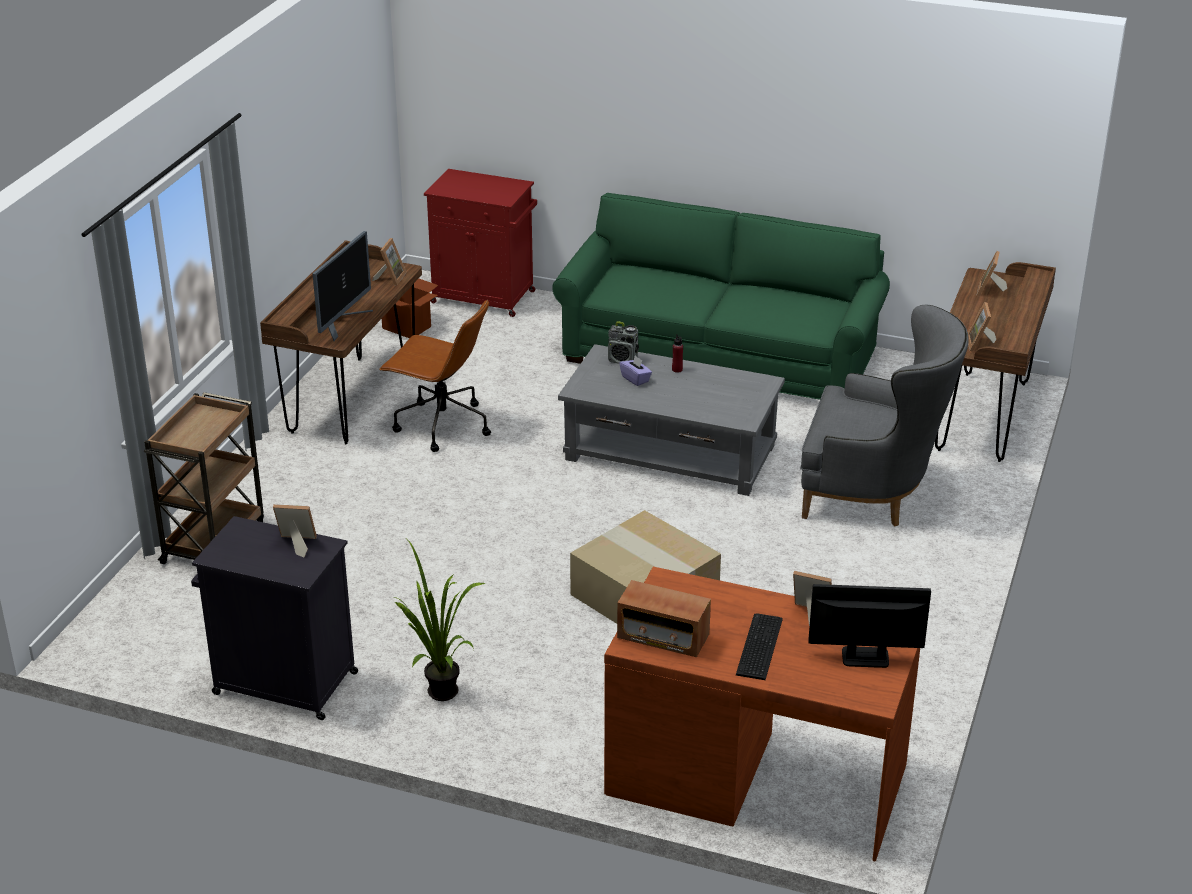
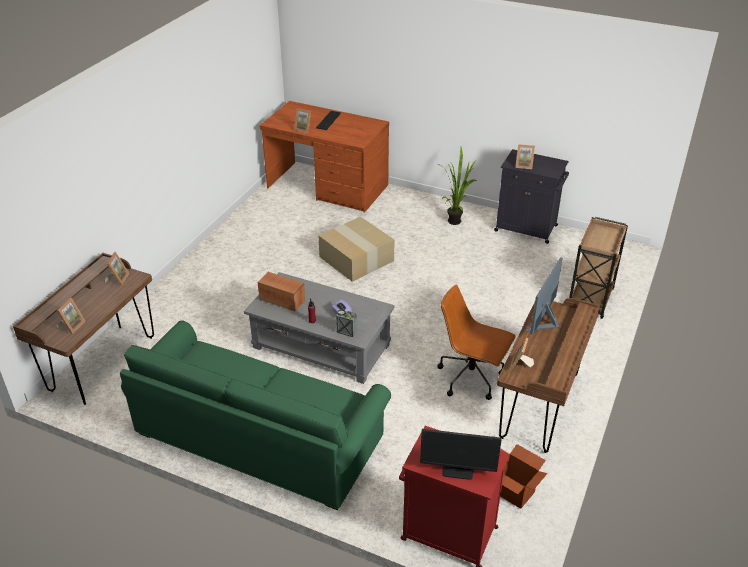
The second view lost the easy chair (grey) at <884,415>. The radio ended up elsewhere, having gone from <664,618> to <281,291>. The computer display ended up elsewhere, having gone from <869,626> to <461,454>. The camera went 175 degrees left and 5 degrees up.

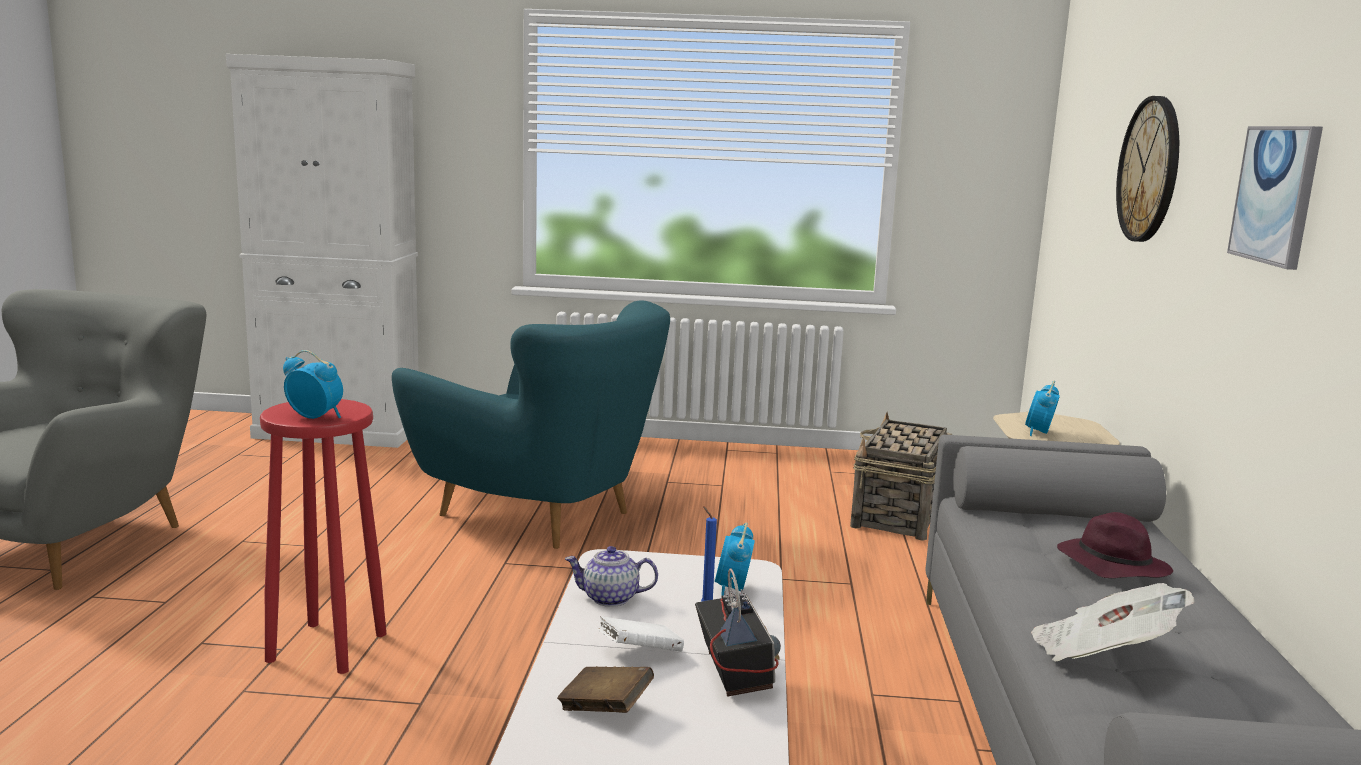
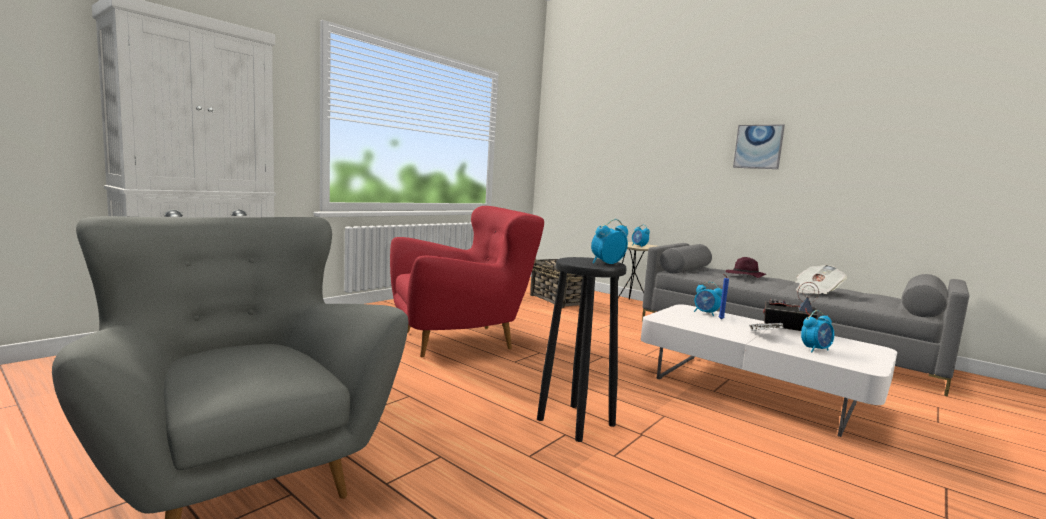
The second view lost the tea pot at <611,576>. The second view lost the wall clock at <1147,169>. Where the bound book (brown-coloured) stood at <605,689>, the alarm clock came to stand at <817,331>. What was the sitting stool (red) at <323,536> turned into the sitting stool (blackish) at <582,349>. What was the easy chair (blue-green) at <531,424> turned into the easy chair (red) at <467,281>. The camera went 55 degrees left and 5 degrees down.

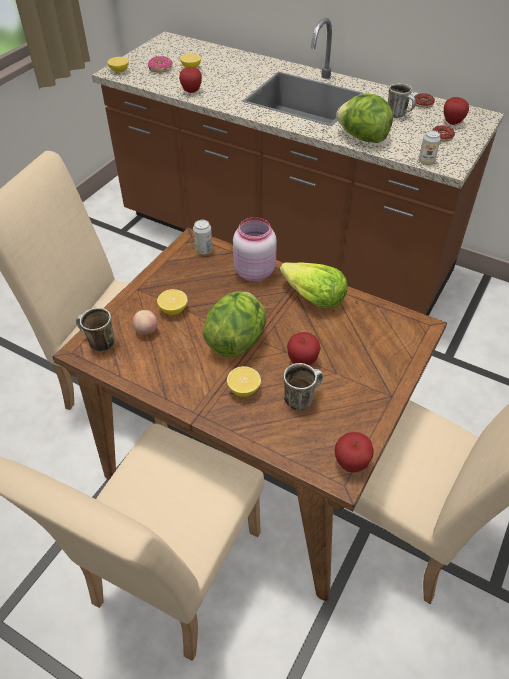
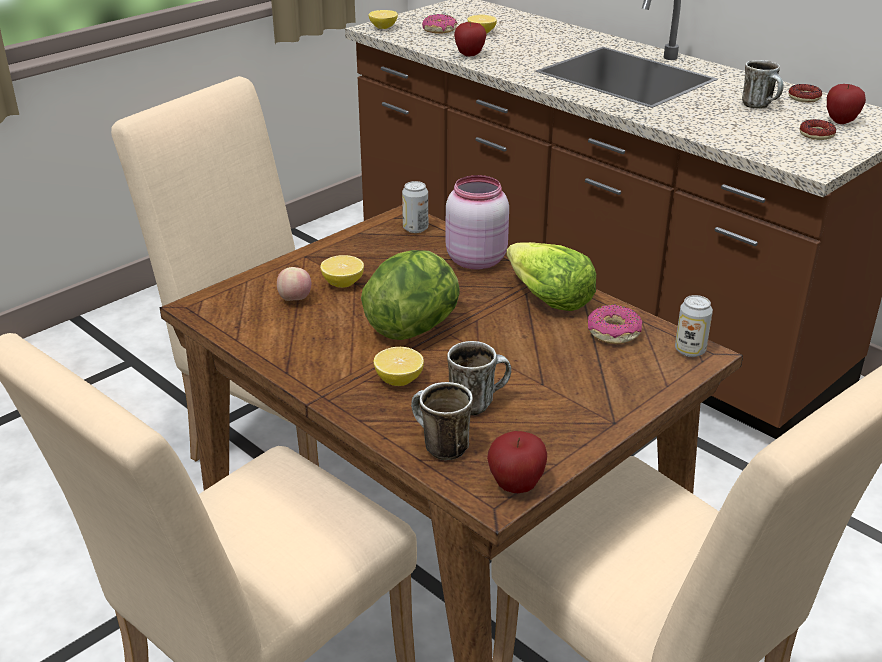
The second view lost the apple fruit at <304,349>. The second view lost the lettuce head at <364,118>. The second view gained the ring doughnut at <615,324>. The coffee mug ended up elsewhere, having gone from <95,330> to <442,421>. The can ended up elsewhere, having gone from <430,147> to <694,326>. The camera went 15 degrees right and 15 degrees down.

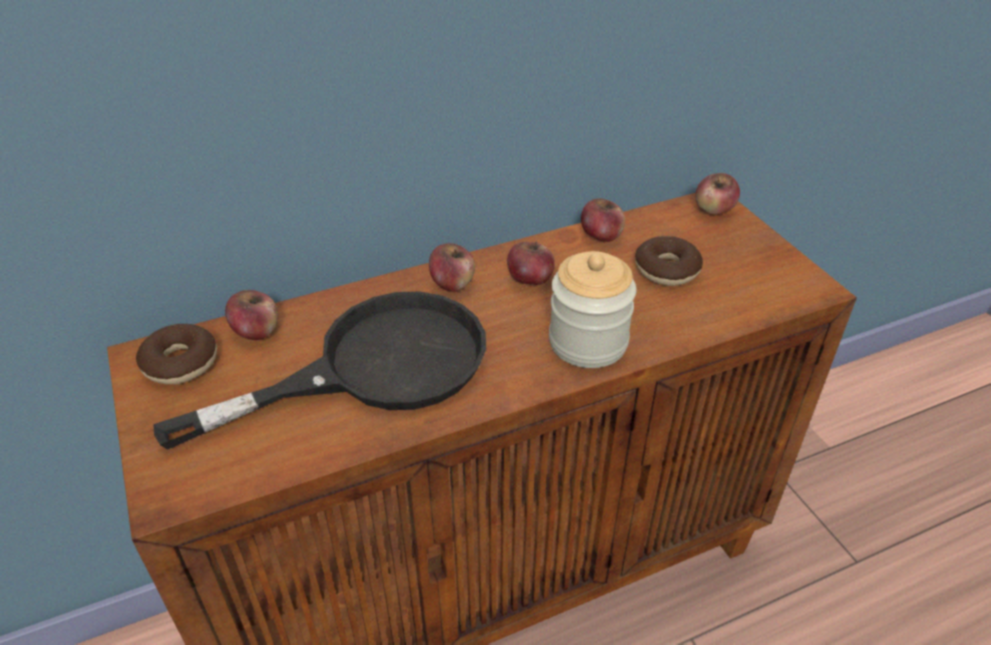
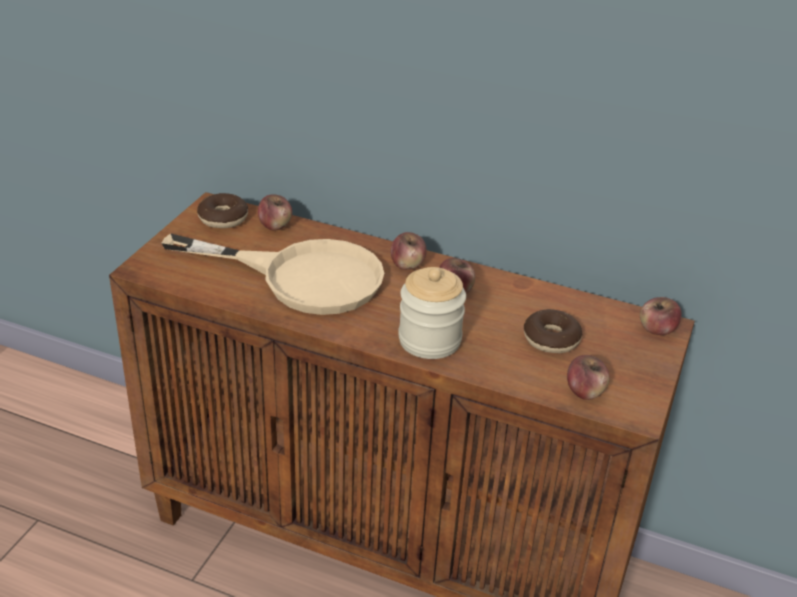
The apple fruit ended up elsewhere, having gone from <603,220> to <588,377>. What was the skillet (blackish) at <319,371> turned into the skillet (sand-coloured) at <272,274>. The camera went 45 degrees right and 5 degrees down.

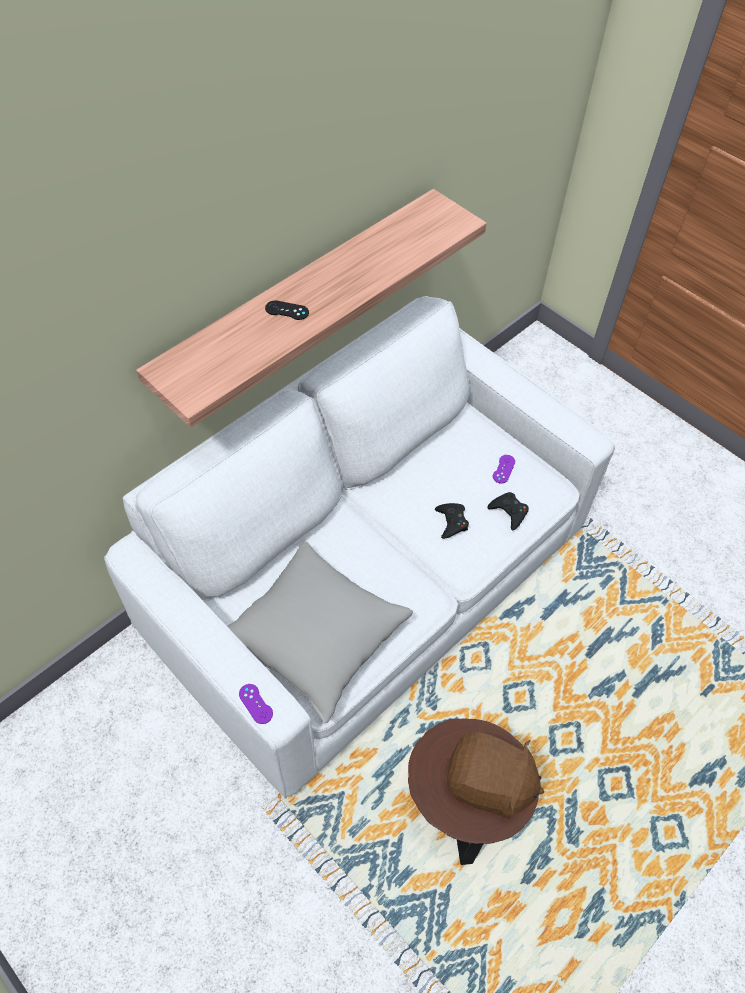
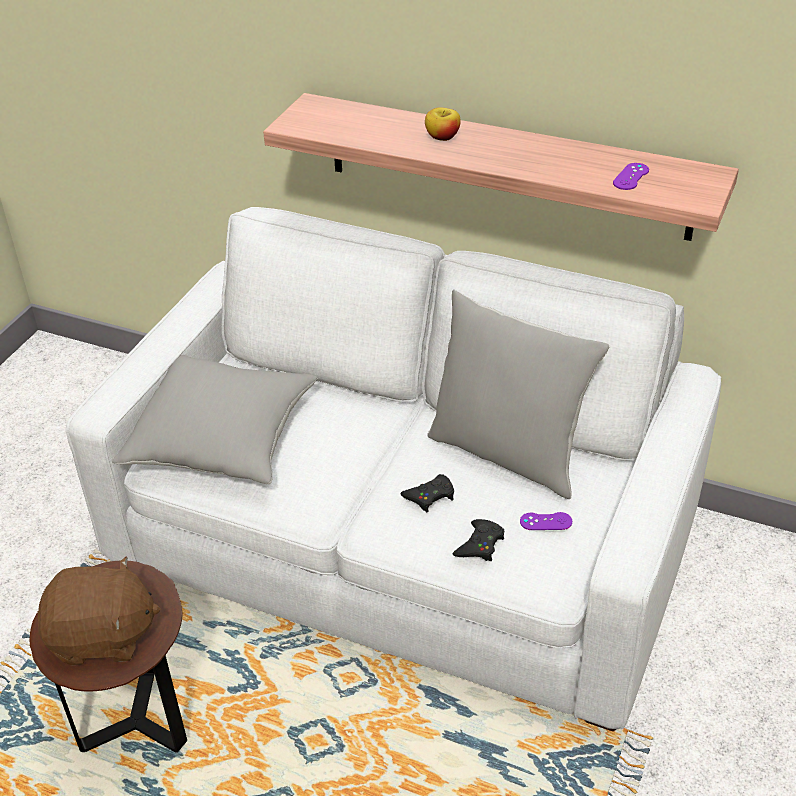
The second view gained the throw pillow (grey) at <518,394>. The game controller (purple-coloured) ended up elsewhere, having gone from <256,704> to <631,176>. Where the game controller (blackish) stood at <287,310>, the apple fruit came to stand at <443,124>. The soft toy (brown-coloured) at <495,775> ended up facing another way, 90 degrees counterclockwise from before. The camera went 70 degrees right and 15 degrees down.

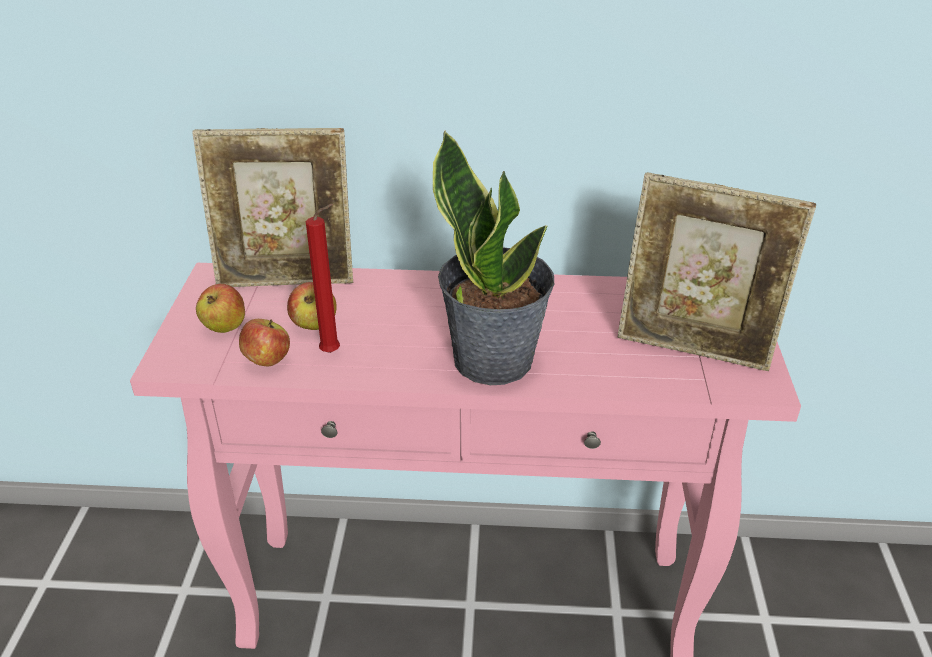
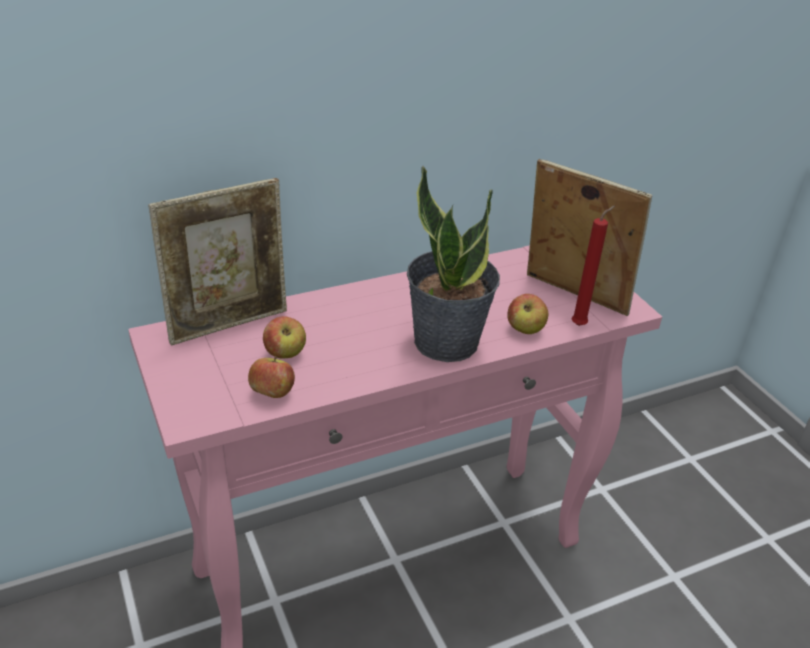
The apple fruit ended up elsewhere, having gone from <220,308> to <527,314>. The wax light (red) ended up elsewhere, having gone from <323,278> to <593,265>. The photo frame at <716,271> ended up facing another way, 135 degrees counterclockwise from before. The camera went 30 degrees left and 0 degrees up.

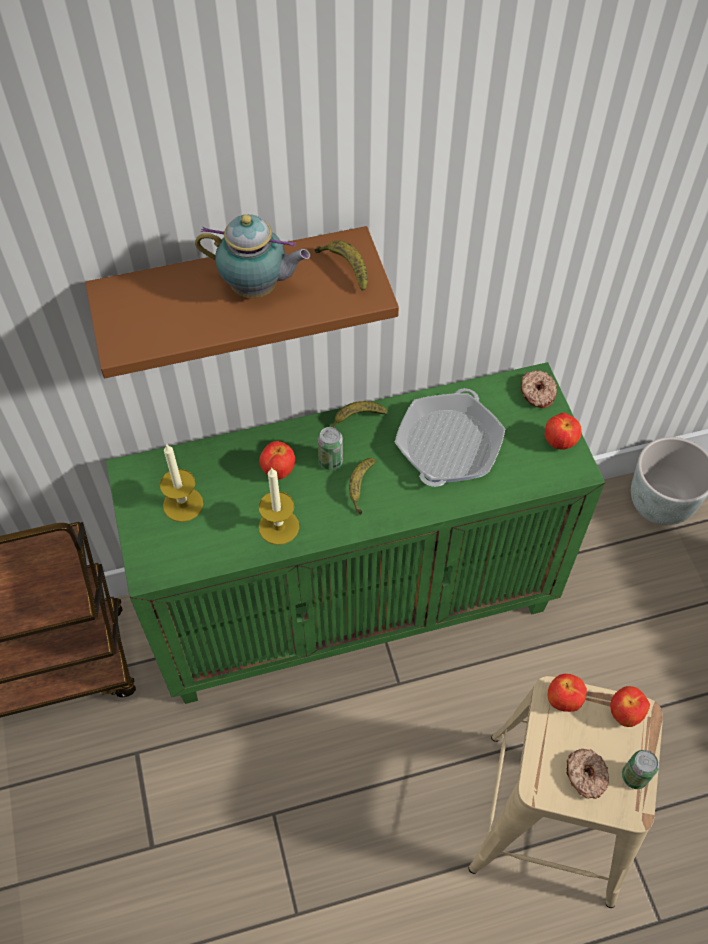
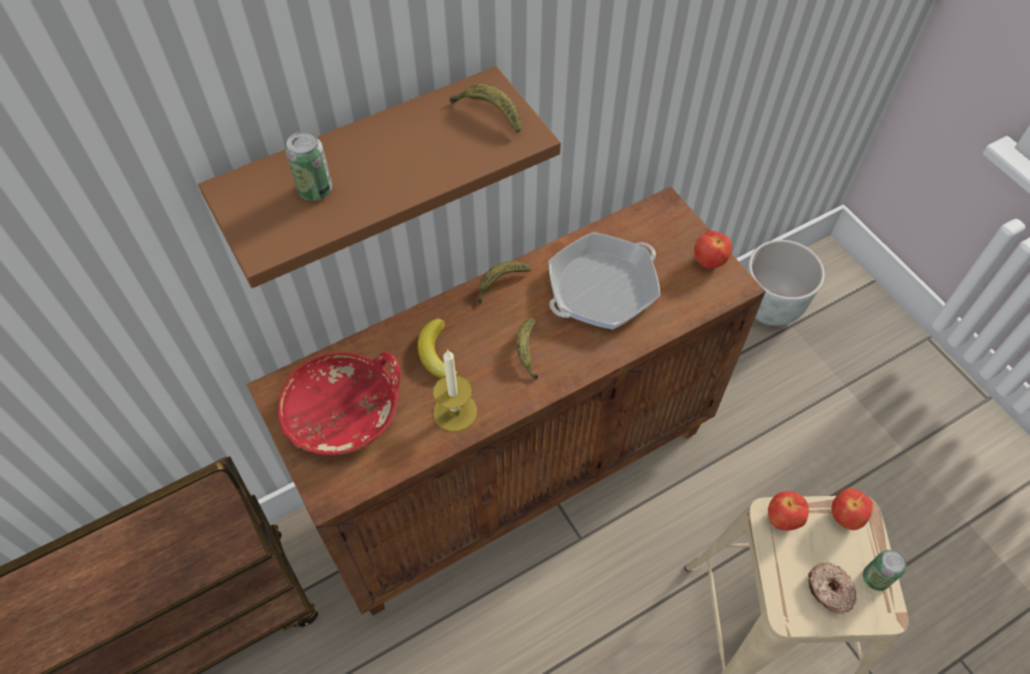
The second view lost the tea pot at <252,256>. The second view lost the ring doughnut at <538,389>. The can ended up elsewhere, having gone from <330,448> to <308,166>. Where the wax light stood at <181,483>, the bowl (red) came to stand at <339,404>. Where the apple fruit stood at <277,460>, the whole banana came to stand at <438,348>. What was the cabinet (green) at <355,533> turned into the cabinet (brown-coloured) at <506,401>. The skillet at <450,437> ended up facing another way, 135 degrees counterclockwise from before. The camera went 15 degrees left and 0 degrees up.

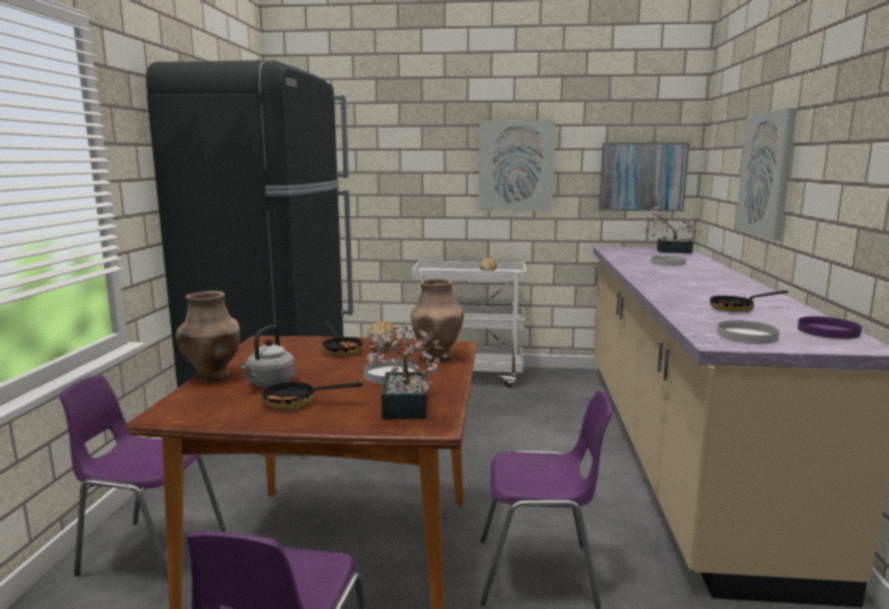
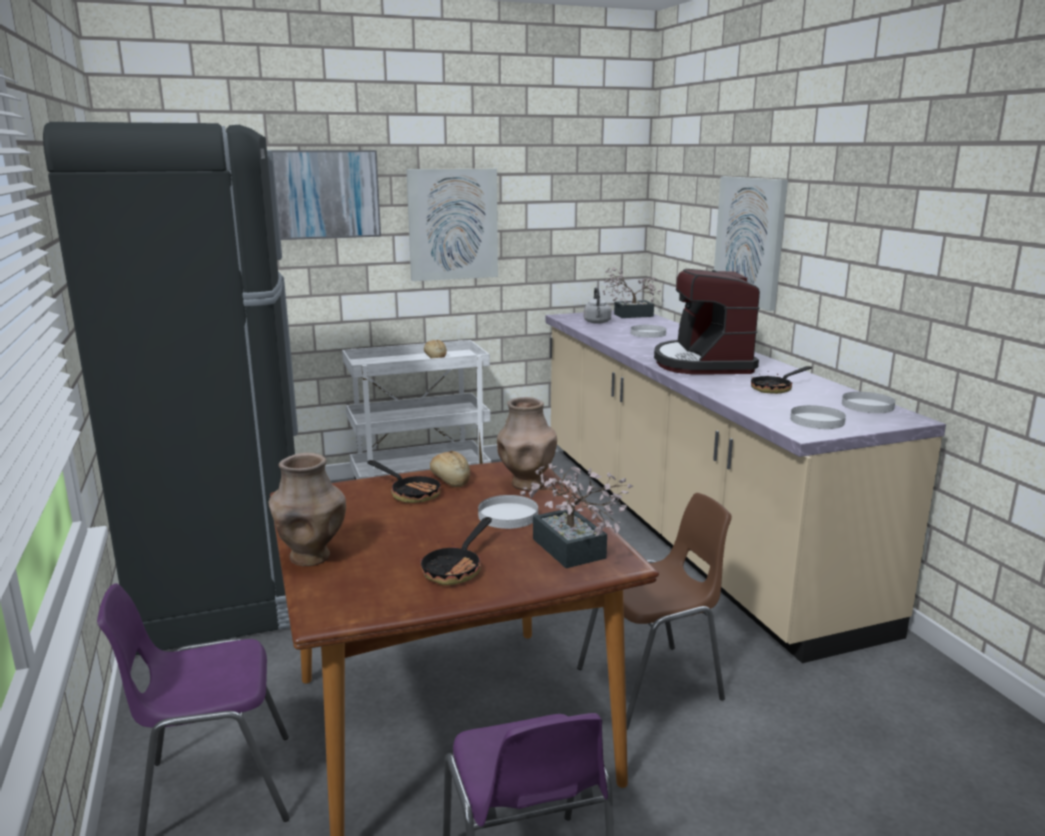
The second view gained the coffee brewer at <707,321>. The water kettle (grey) ended up elsewhere, having gone from <267,356> to <597,305>. The wall art ended up elsewhere, having gone from <644,177> to <326,195>. What was the plain chair (purple-coloured) at <546,499> turned into the plain chair (brown-coloured) at <654,611>. What was the flat dish (purple-coloured) at <830,327> turned into the flat dish (white-coloured) at <868,402>. The skillet at <311,390> ended up facing another way, 45 degrees counterclockwise from before. The camera went 25 degrees left and 5 degrees up.

